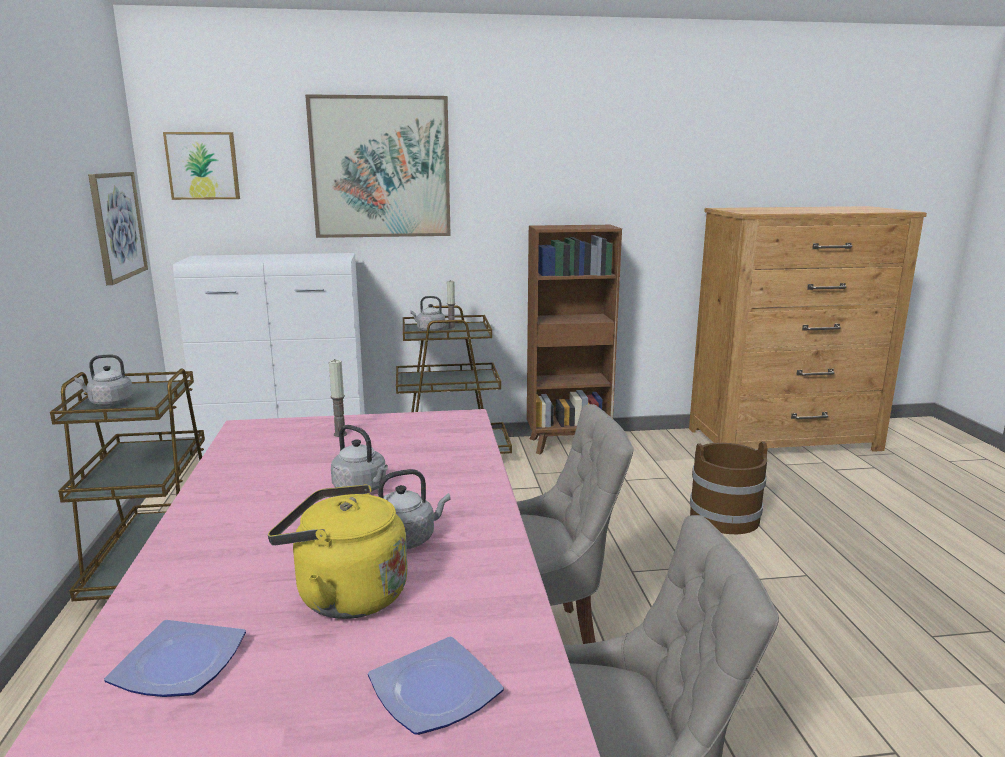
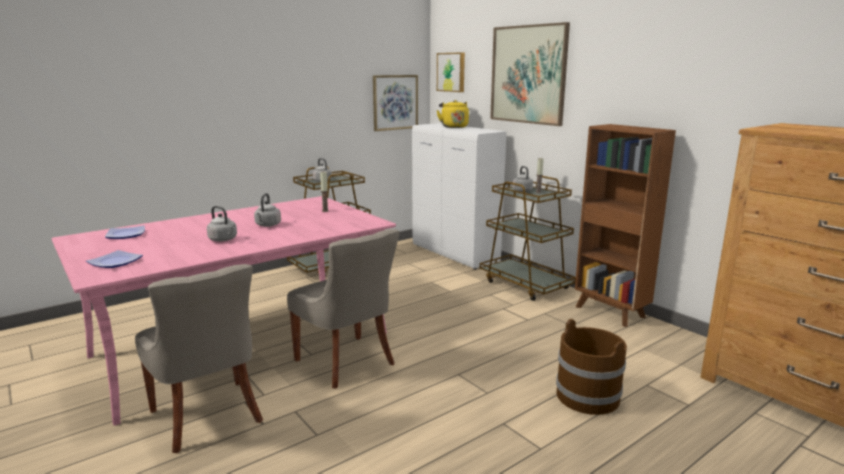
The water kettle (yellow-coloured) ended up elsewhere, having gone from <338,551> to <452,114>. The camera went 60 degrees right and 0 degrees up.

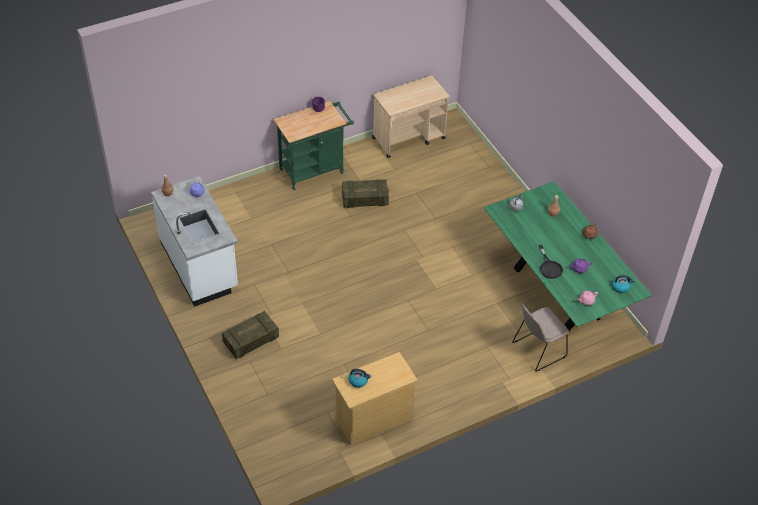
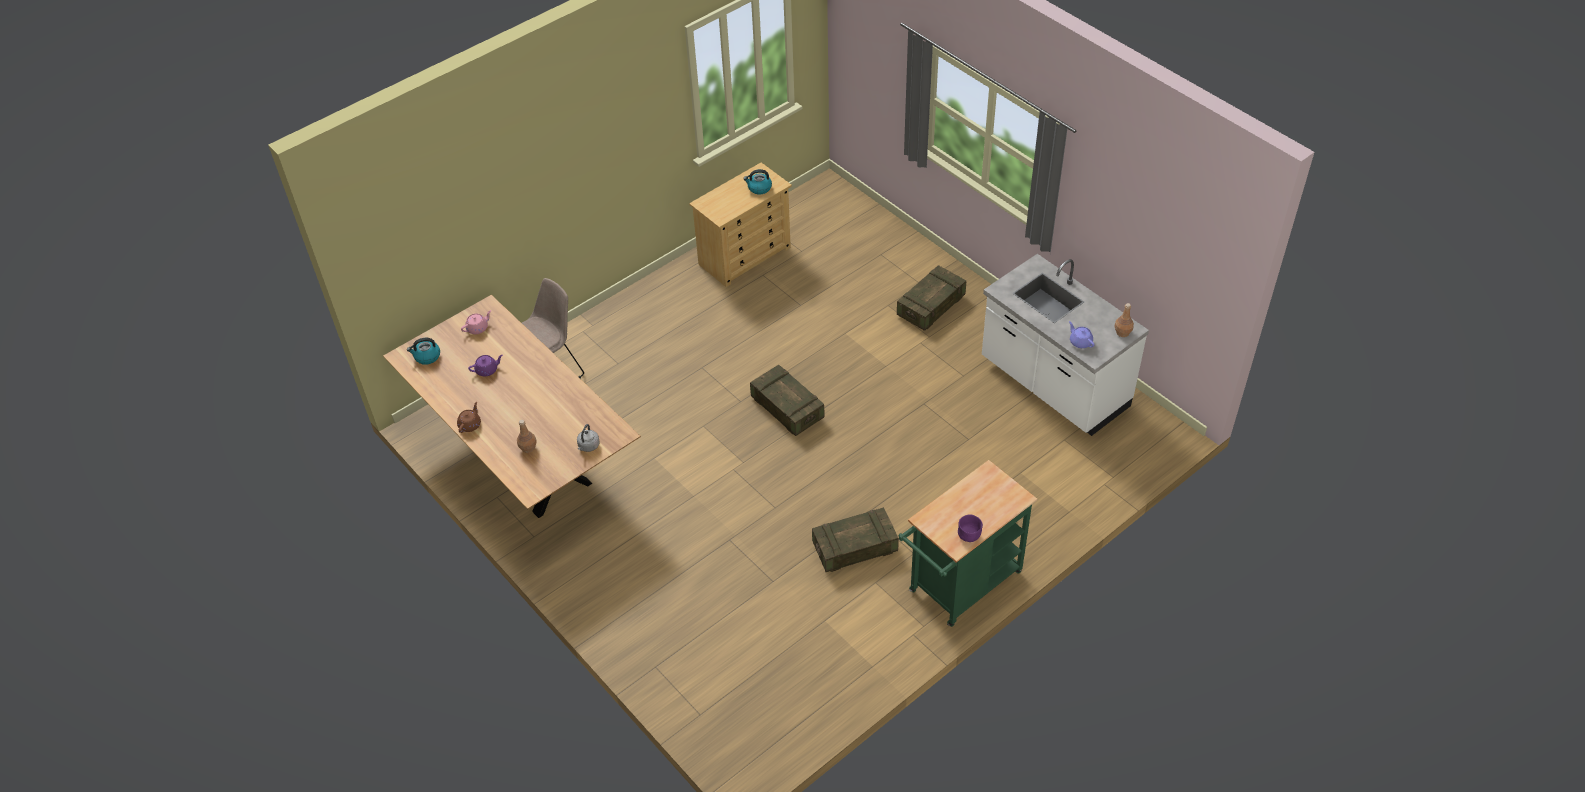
The second view lost the wheeled cart (sand-coloured) at <411,116>. The second view lost the skillet (blackish) at <550,262>. The second view gained the packing crate at <787,400>. What was the dining table (green) at <568,256> turned into the dining table (brown-coloured) at <512,406>. The camera went 170 degrees right and 0 degrees up.

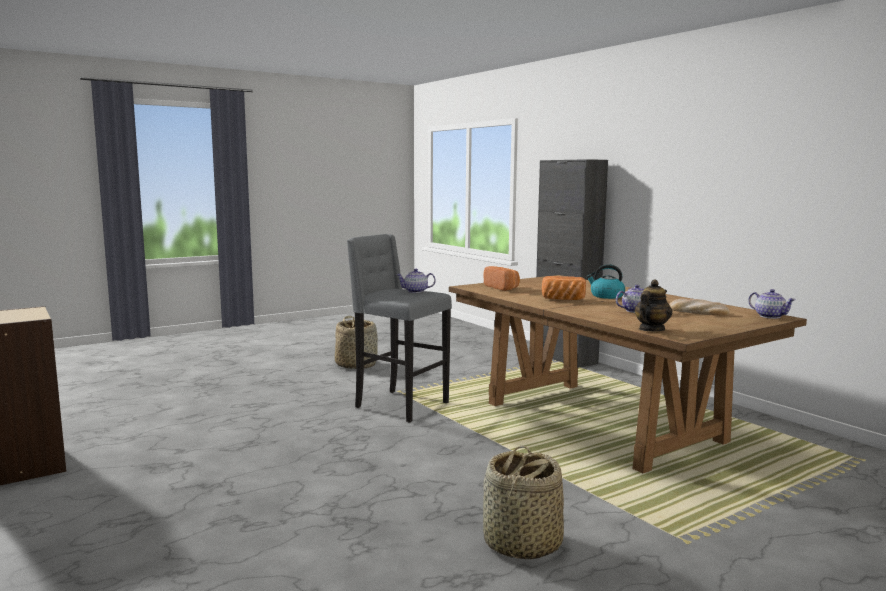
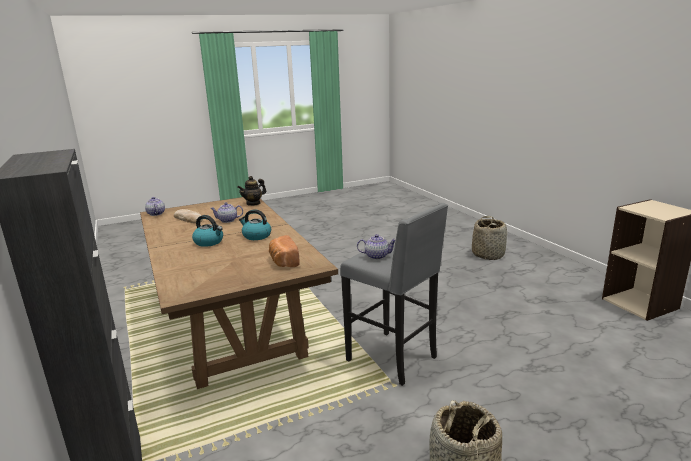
The household basket ended up elsewhere, having gone from <523,502> to <489,238>. Where the baked bread stood at <564,288>, the water kettle came to stand at <255,224>. The camera went 170 degrees left and 10 degrees up.

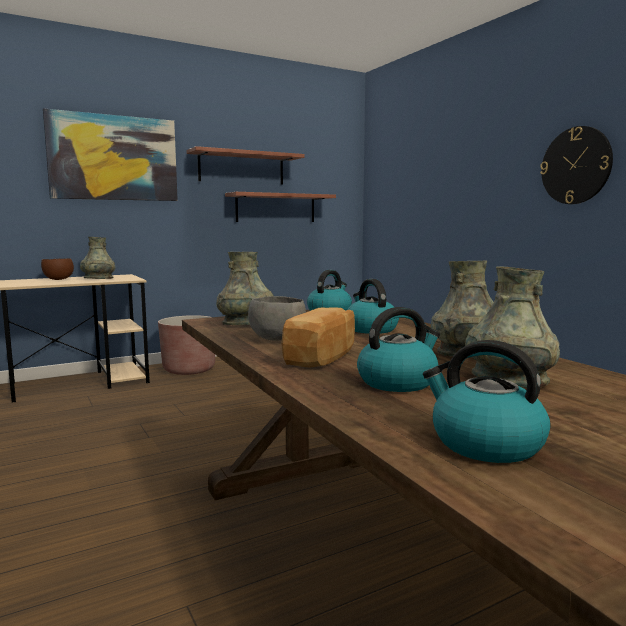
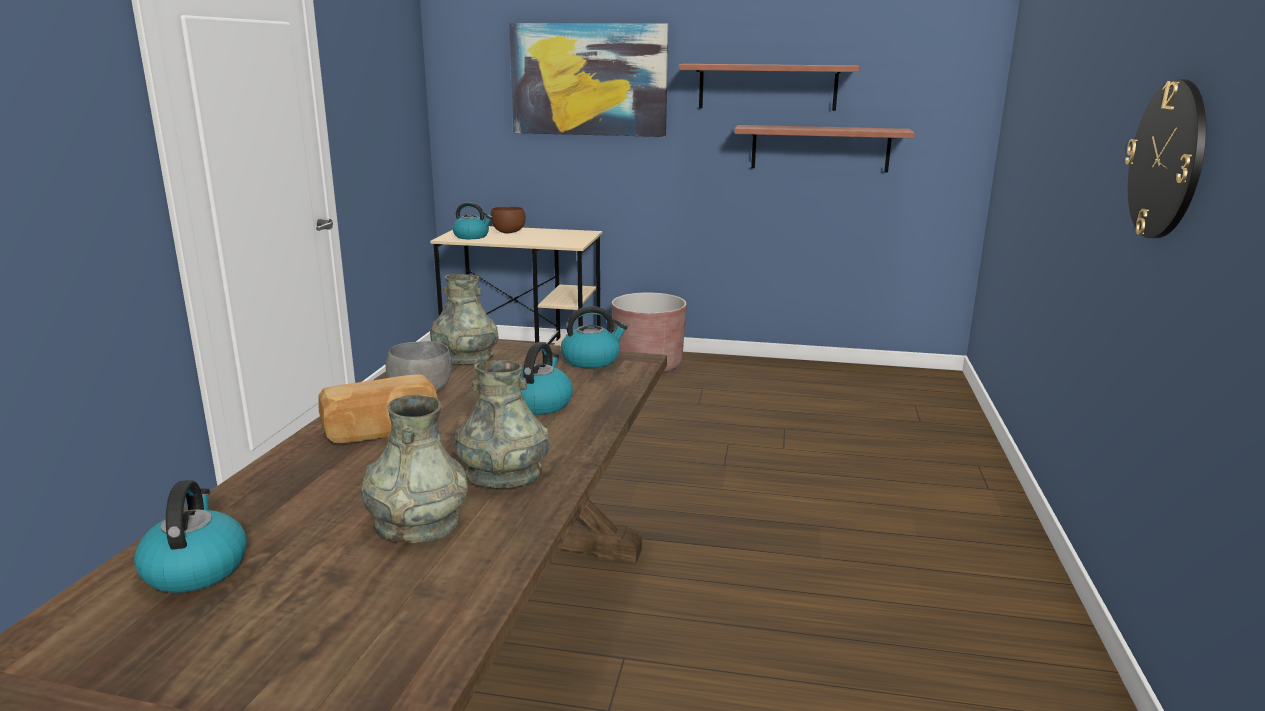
The second view lost the flower vase (grey) at <97,258>. The water kettle ended up elsewhere, having gone from <398,349> to <472,220>. The camera went 40 degrees right and 10 degrees up.

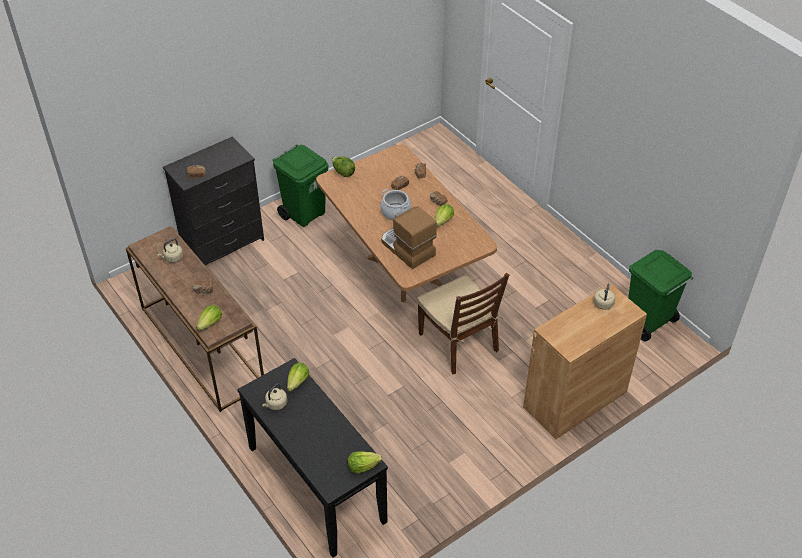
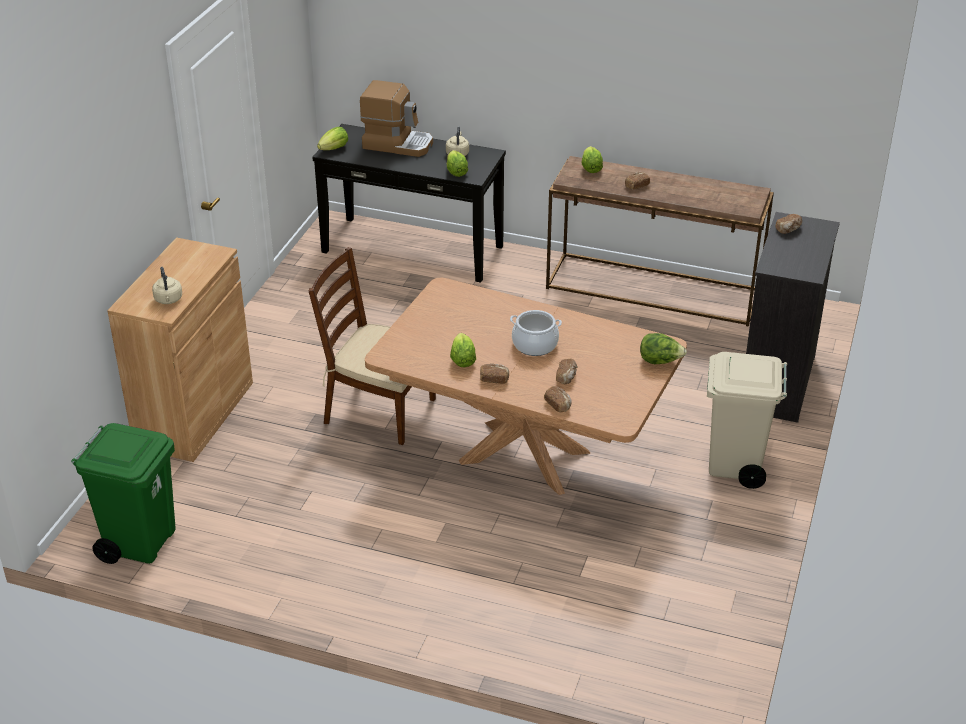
The second view lost the water kettle (sand-coloured) at <170,251>. The coffee brewer ended up elsewhere, having gone from <409,237> to <396,118>. What was the rubbish bin (green) at <300,185> turned into the rubbish bin (sand-coloured) at <747,420>. The camera went 145 degrees right and 10 degrees down.

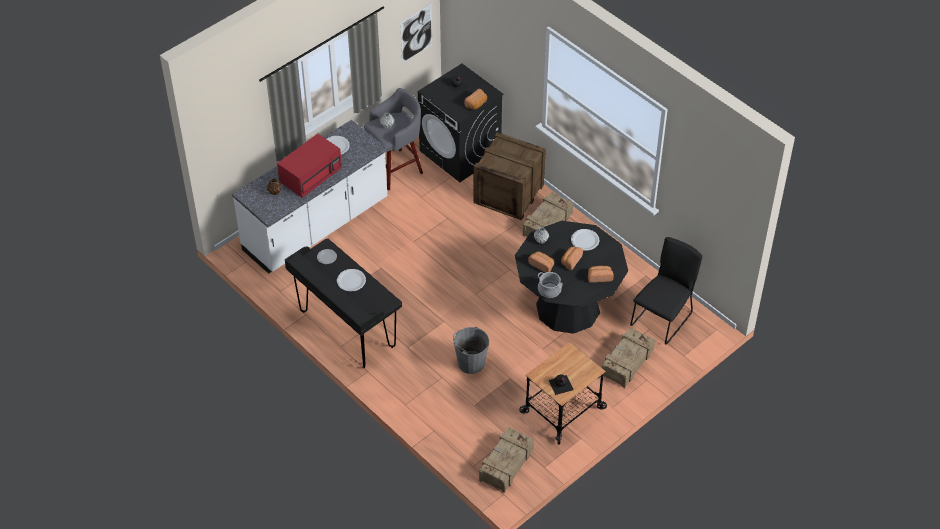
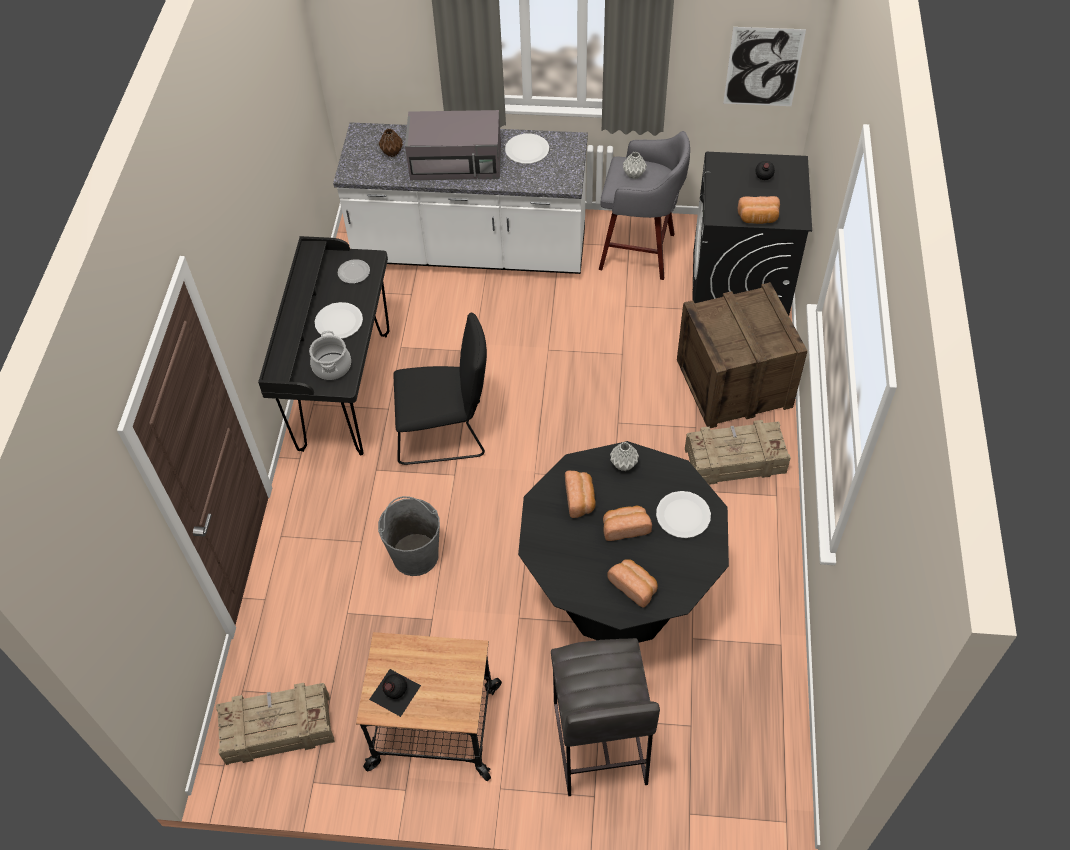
The stockpot ended up elsewhere, having gone from <550,285> to <330,355>. The plain chair (blackish) ended up elsewhere, having gone from <666,291> to <440,389>. Where the packing crate stood at <628,358>, the sitting stool (grey) came to stand at <605,717>. What was the microwave oven (red) at <309,166> turned into the microwave oven (grey) at <453,145>. The camera went 50 degrees right and 5 degrees up.

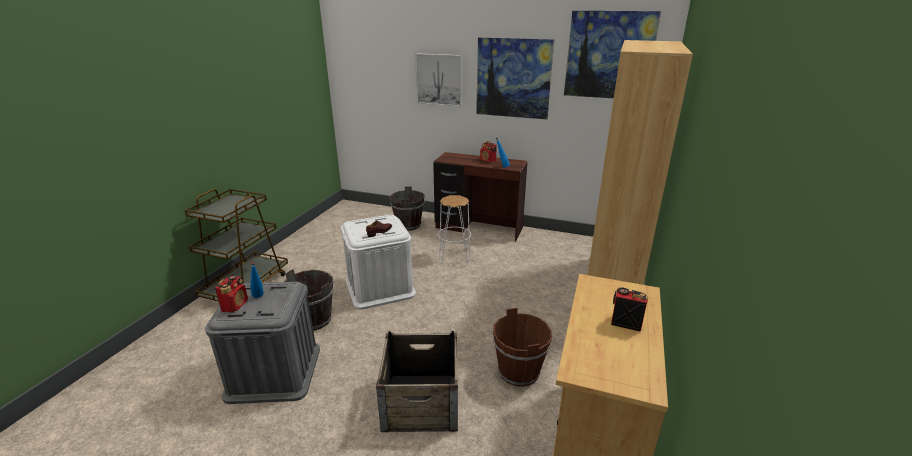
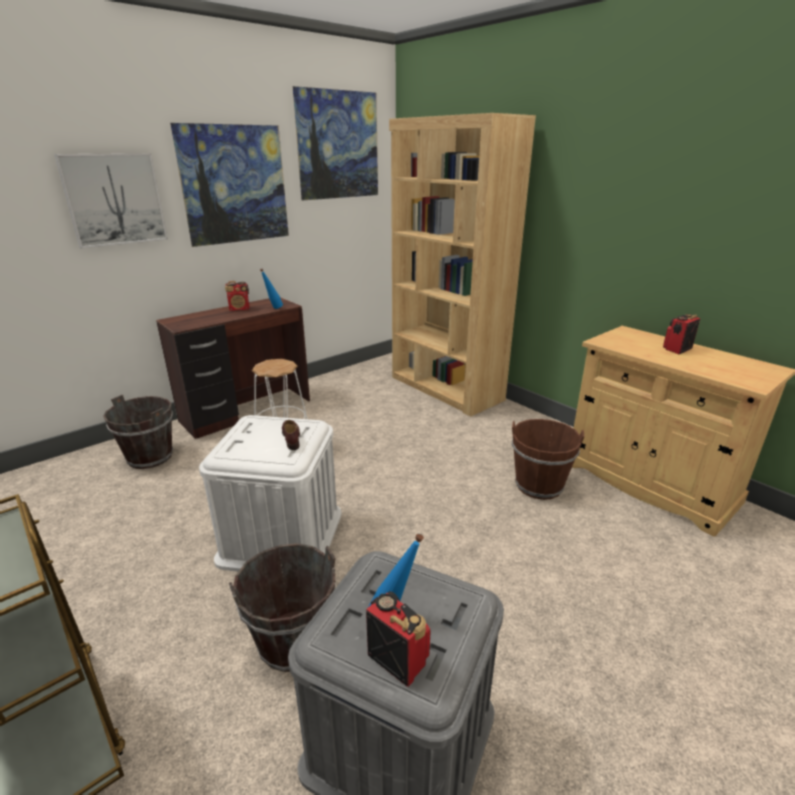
The second view lost the packing crate at <417,381>. The camera went 60 degrees left and 0 degrees up.

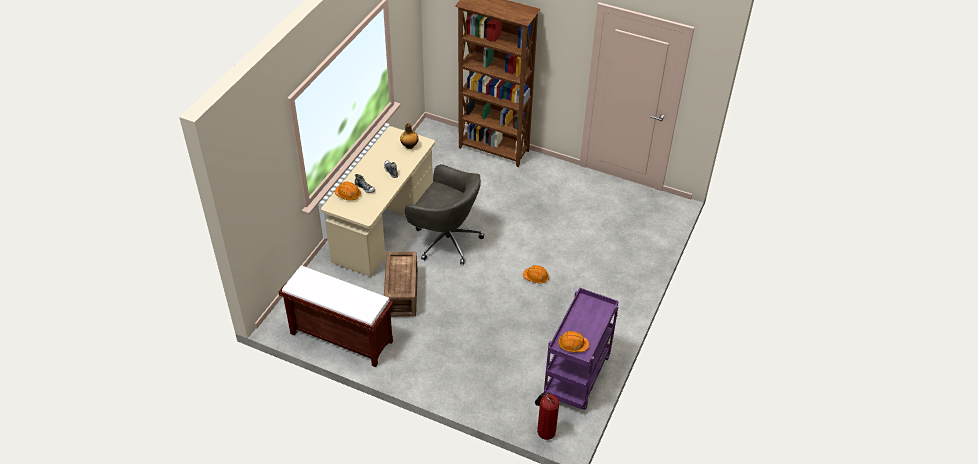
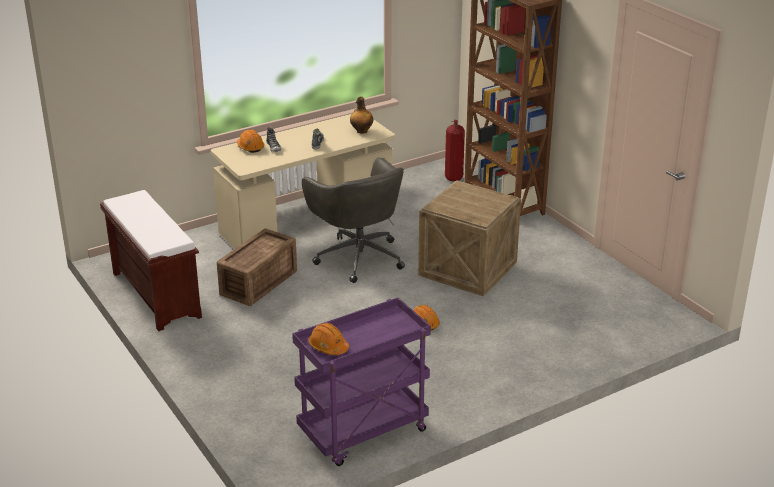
The second view gained the packing crate at <469,238>. The fire-fighting cylinder ended up elsewhere, having gone from <547,416> to <455,150>. The camera went 35 degrees right and 15 degrees down.

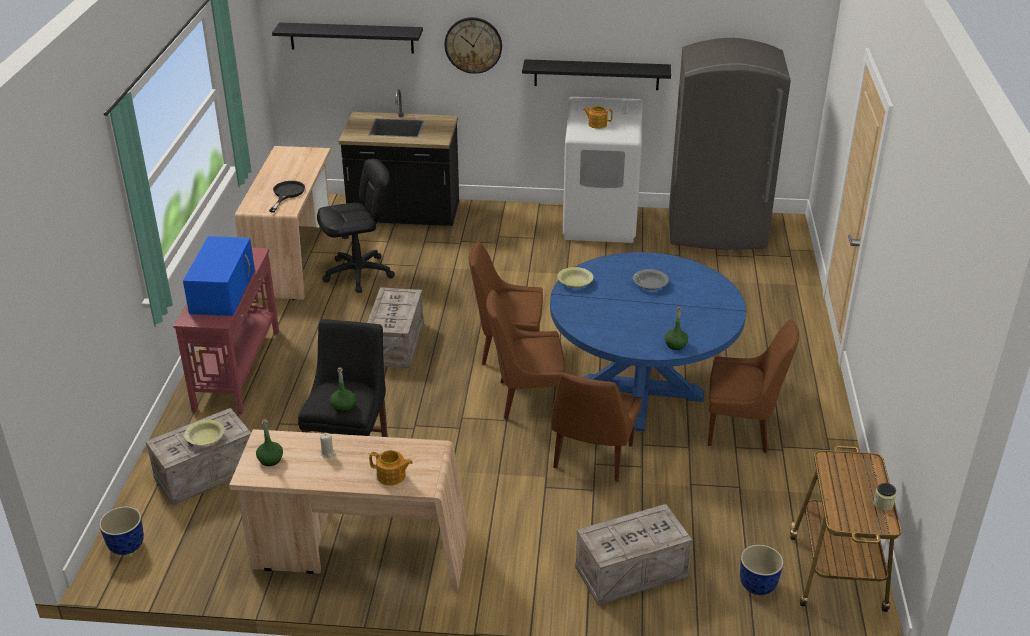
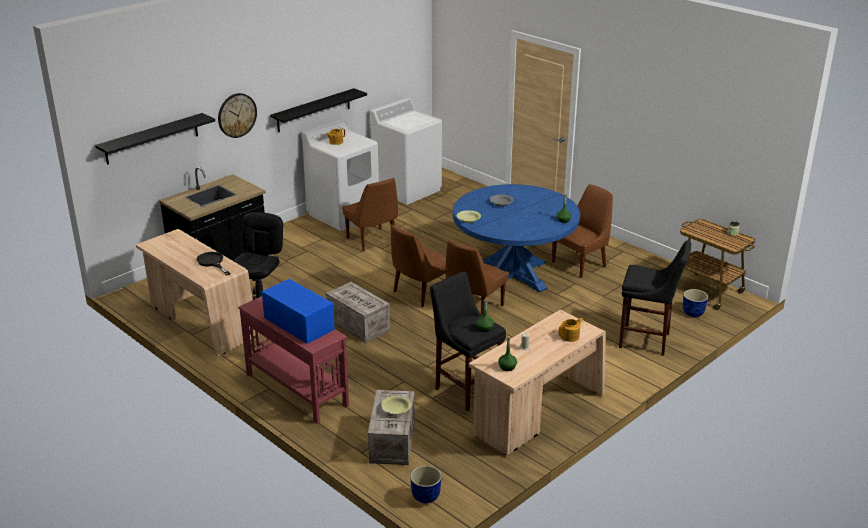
The plain chair (brown-coloured) ended up elsewhere, having gone from <597,427> to <370,215>. Where the packing crate stood at <633,555>, the sitting stool (blackish) came to stand at <655,298>. Where the refrigerator (grey) stood at <730,144>, the laundry appliance (white-coloured) came to stand at <406,151>. The camera went 50 degrees left and 5 degrees down.

